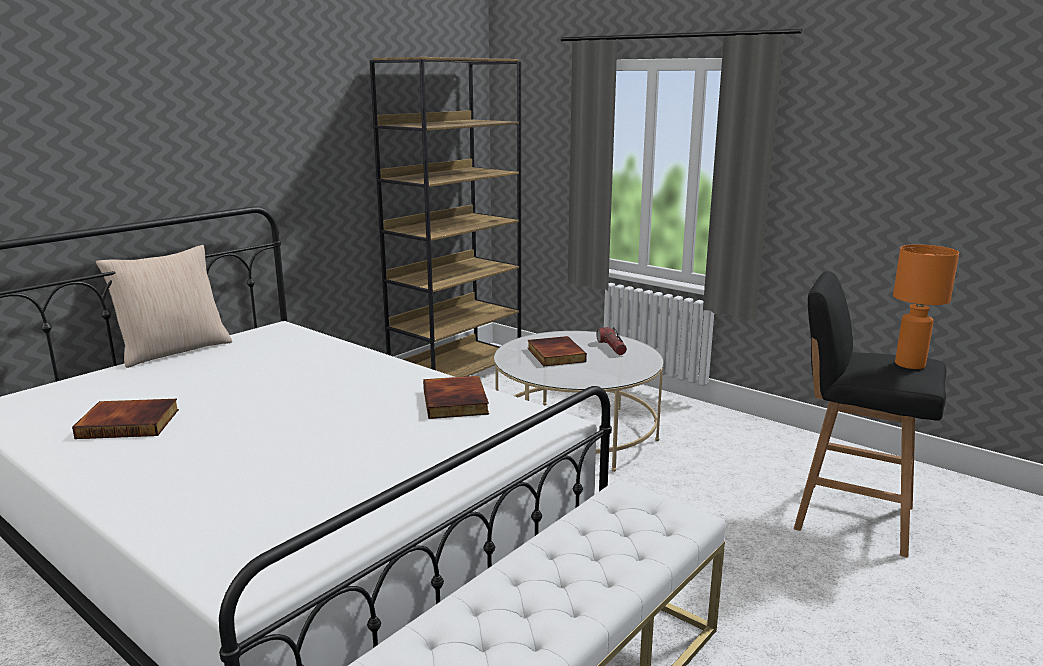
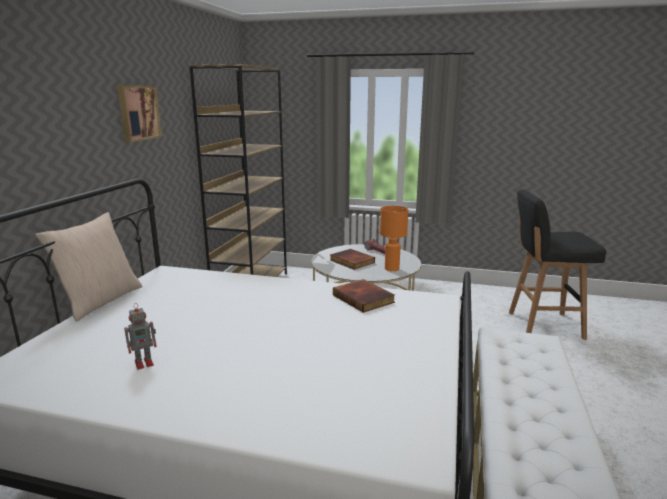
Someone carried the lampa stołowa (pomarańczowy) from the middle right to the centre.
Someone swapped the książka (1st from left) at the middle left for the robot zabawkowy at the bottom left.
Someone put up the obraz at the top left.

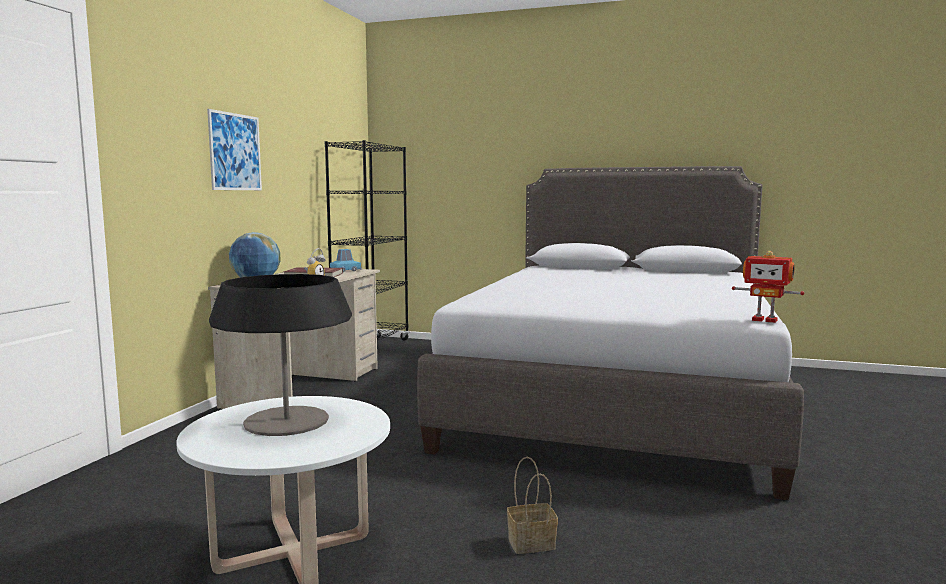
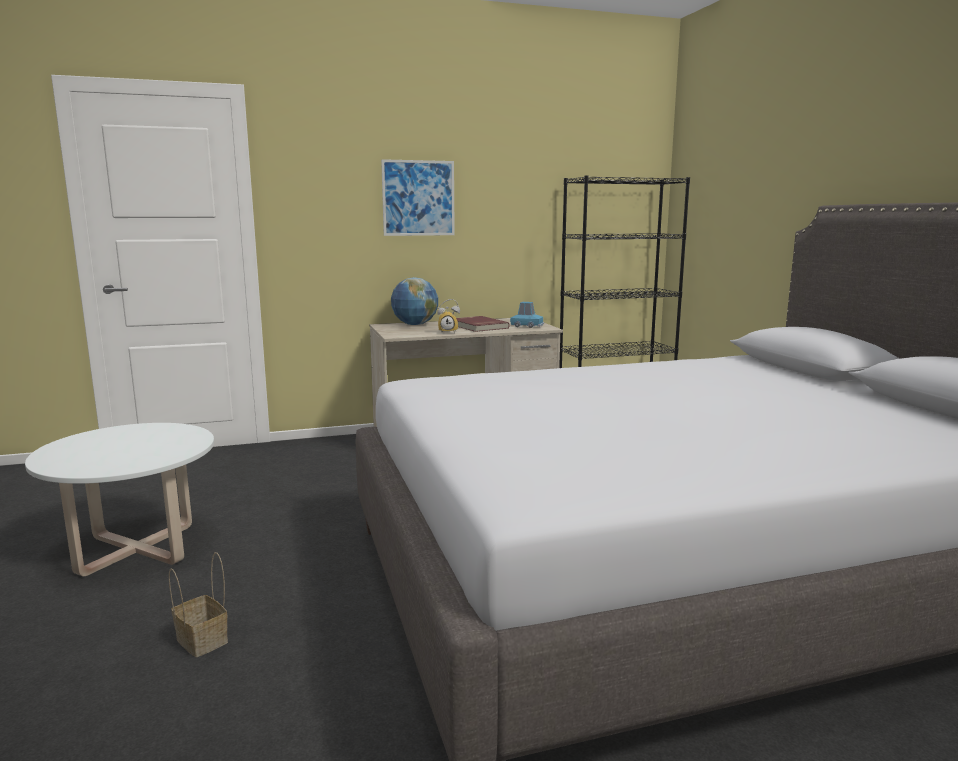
Someone took away the robot zabawkowy at the middle right.
Someone took away the lampa stołowa at the middle left.

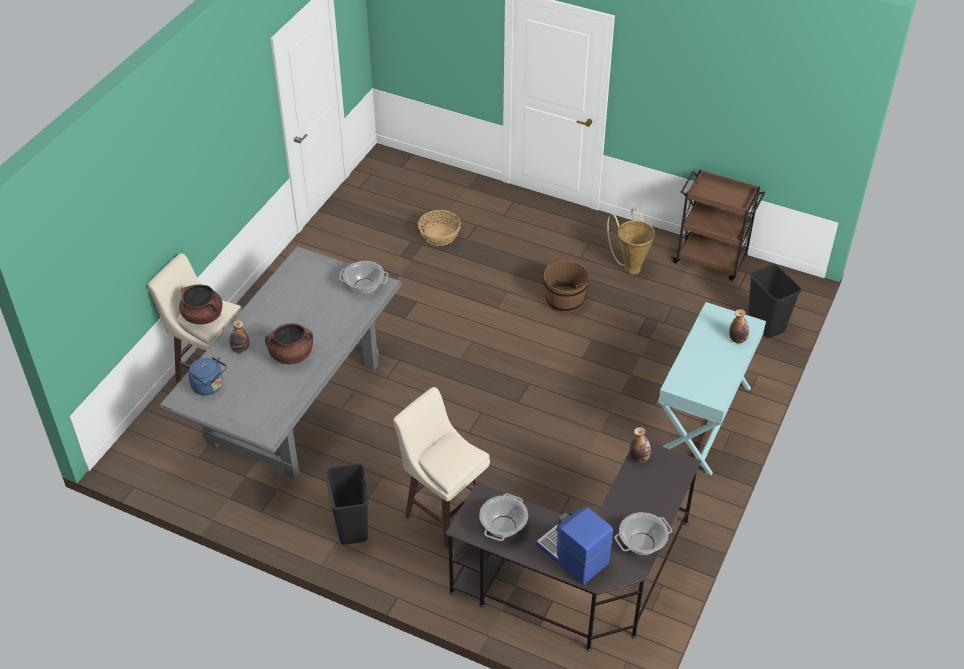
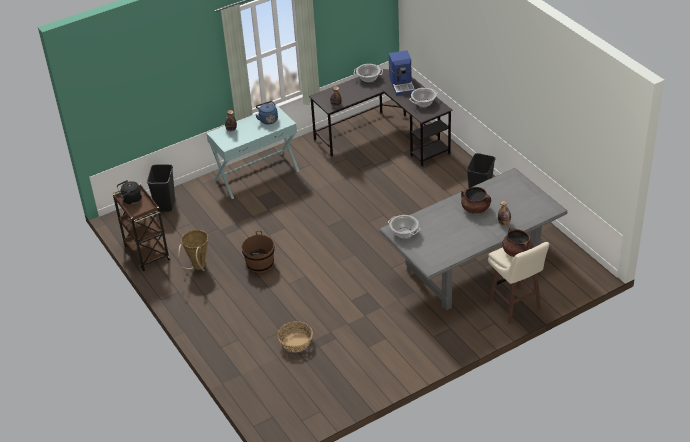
Someone carried the czajnik (niebieski) from the middle left to the top centre.
Someone took away the stołek (beżowy) (2nd from left) at the bottom centre.
Someone put down the czajnik (czarny) at the middle left.

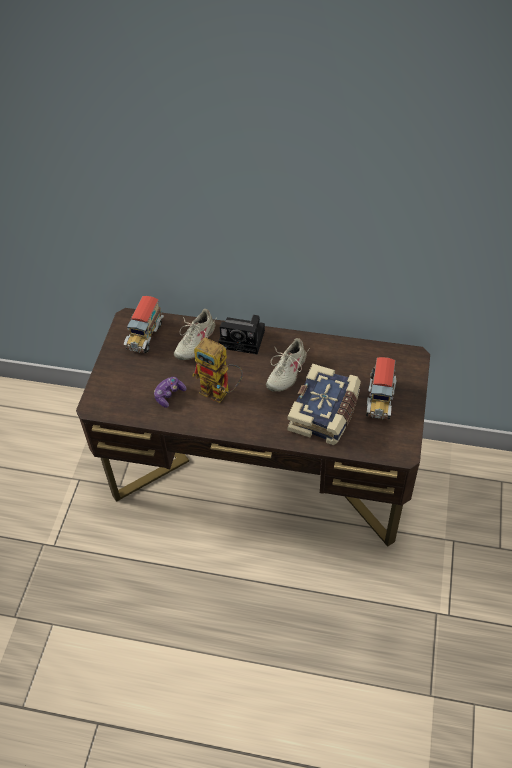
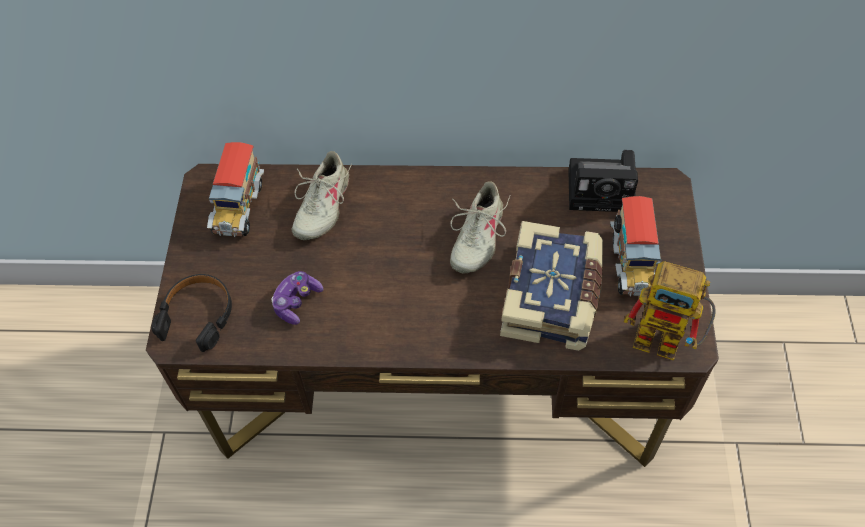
Someone carried the aparat fotograficzny from the centre to the middle right.
Someone carried the robot zabawkowy from the centre to the middle right.
Someone put down the słuchawki (czarny) at the middle left.

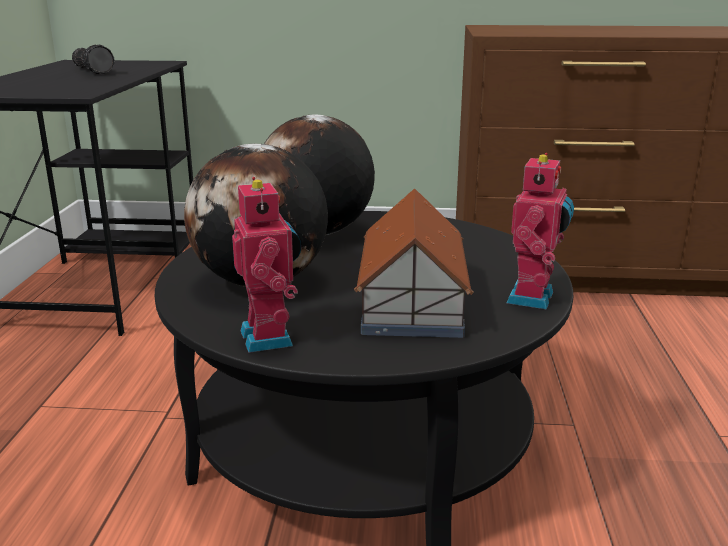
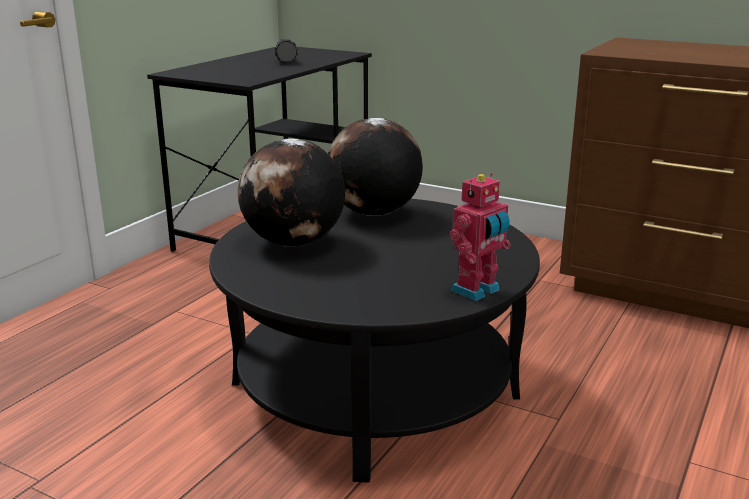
Someone took away the robot zabawkowy (1st from left) at the centre.
Someone took away the domek at the centre.

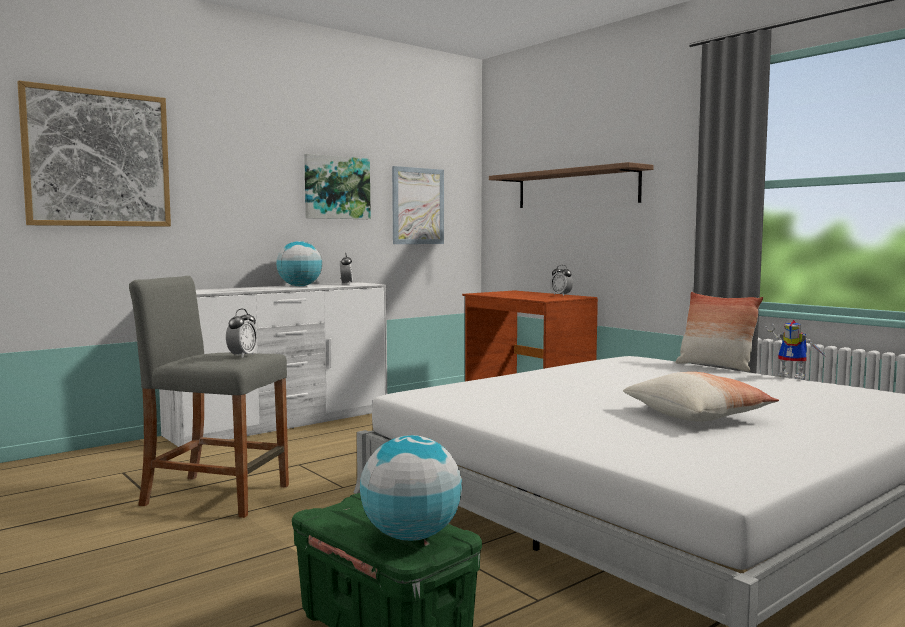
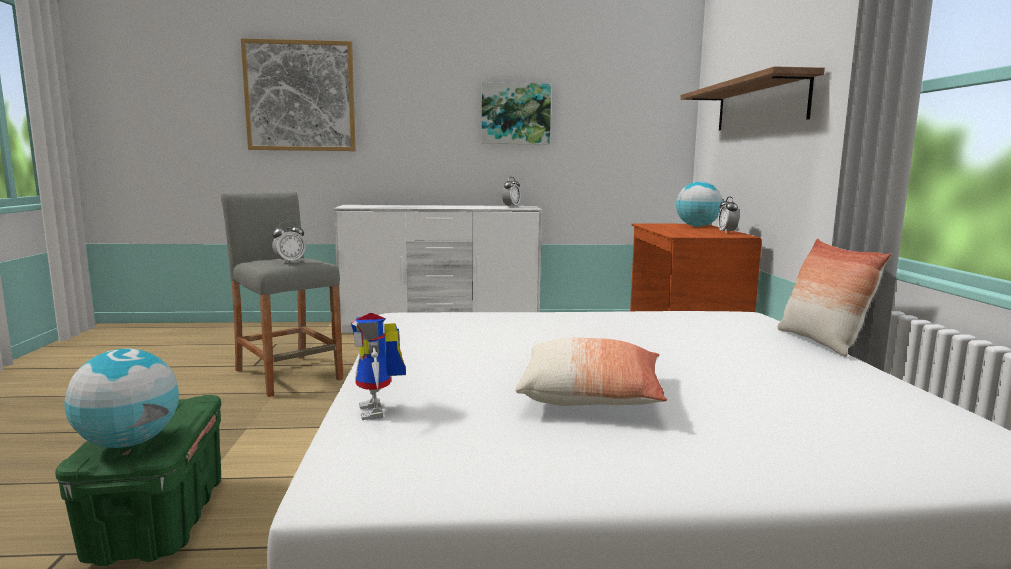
Someone took away the obraz (3rd from left) at the top centre.
Someone carried the globus (1st from left in the first image) from the middle left to the middle right.
Someone carried the robot zabawkowy from the middle right to the centre.

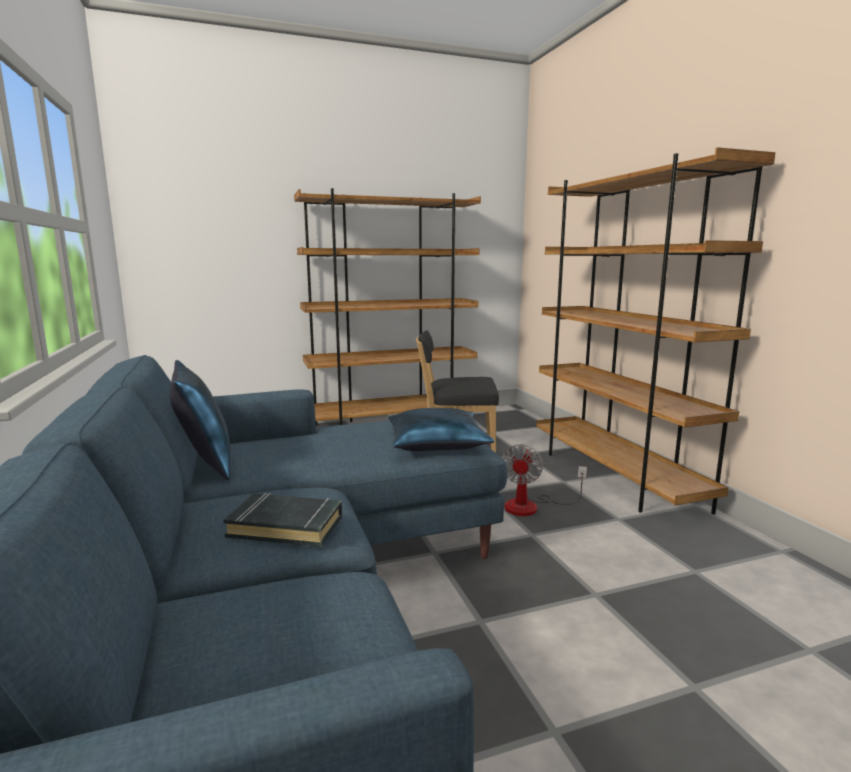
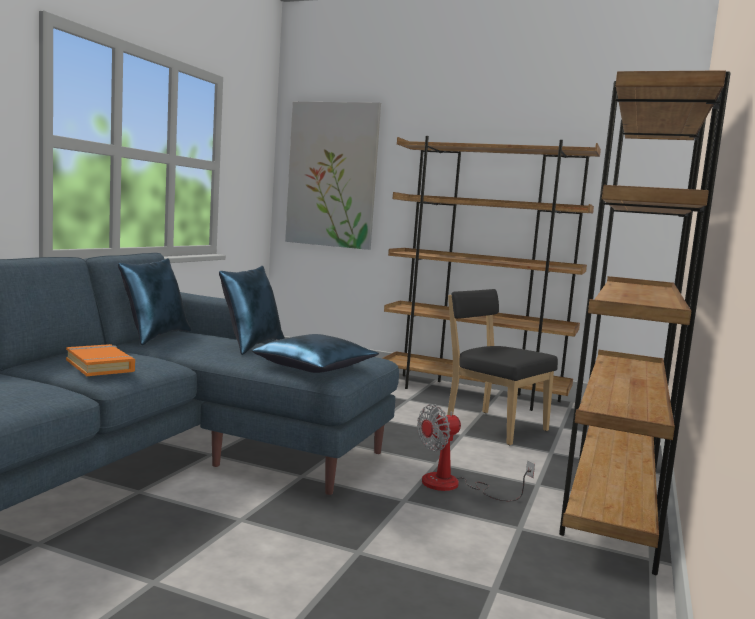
Someone repainted the książka (czarny) at the bottom left, which became the książka (pomarańczowy) at the middle left.
Someone put up the obraz at the top centre.
Someone put down the poduszka (niebieski) (2nd from left) at the centre.

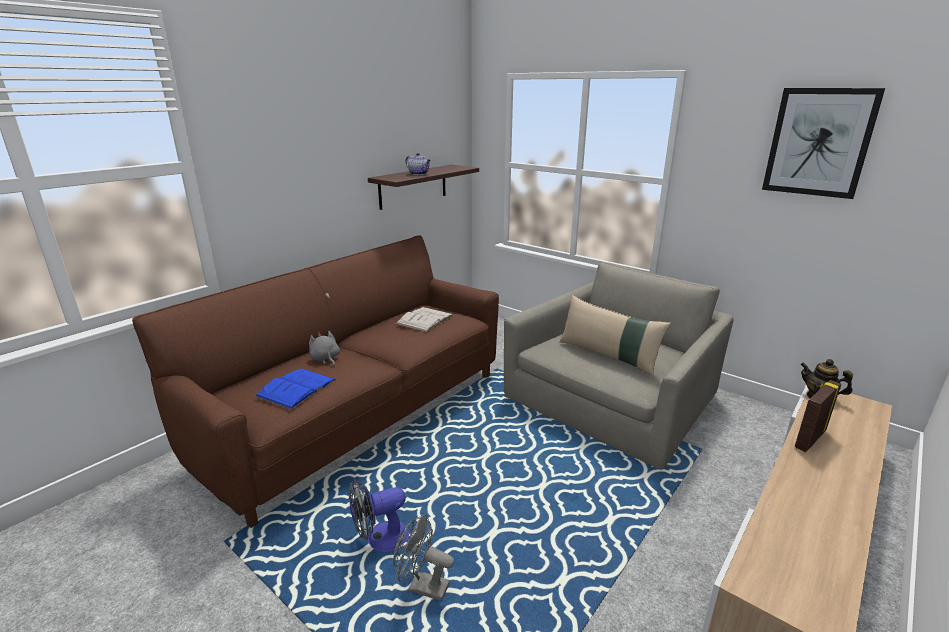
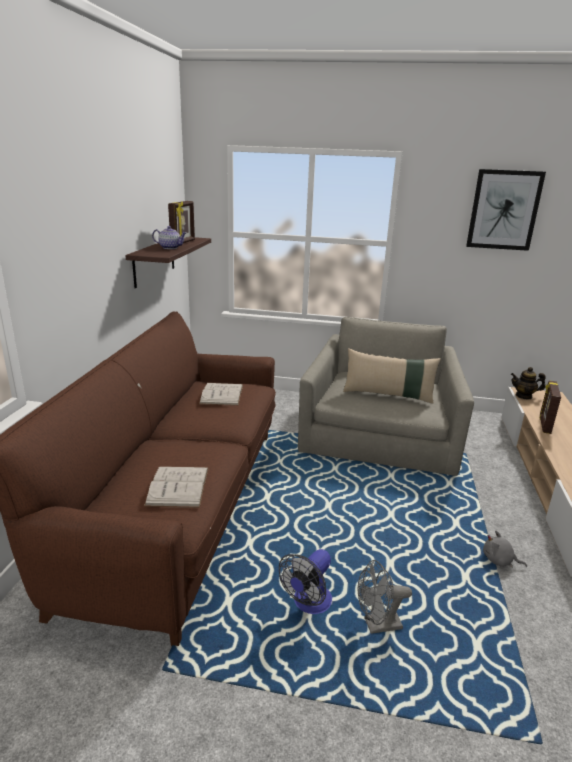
Someone carried the pluszak (szary) from the centre to the bottom right.
Someone repainted the książka (niebieski) at the middle left, which became the książka (biały) (1st from left) at the middle left.
Someone put down the ramka na zdjęcie (1st from left) at the top left.

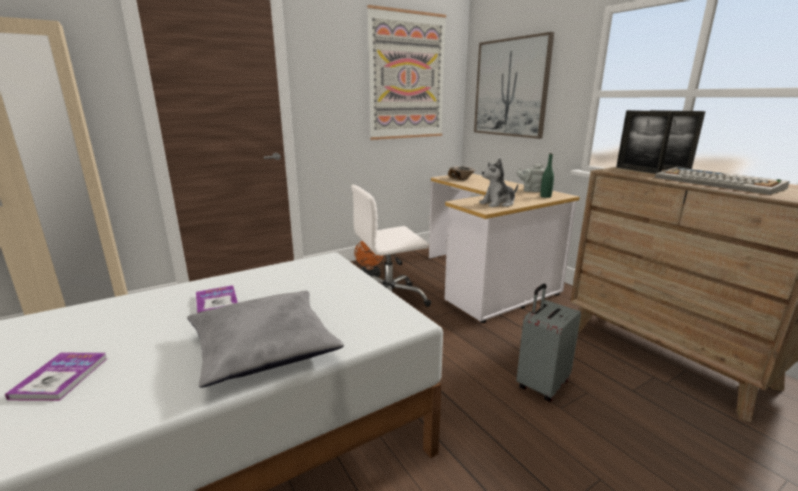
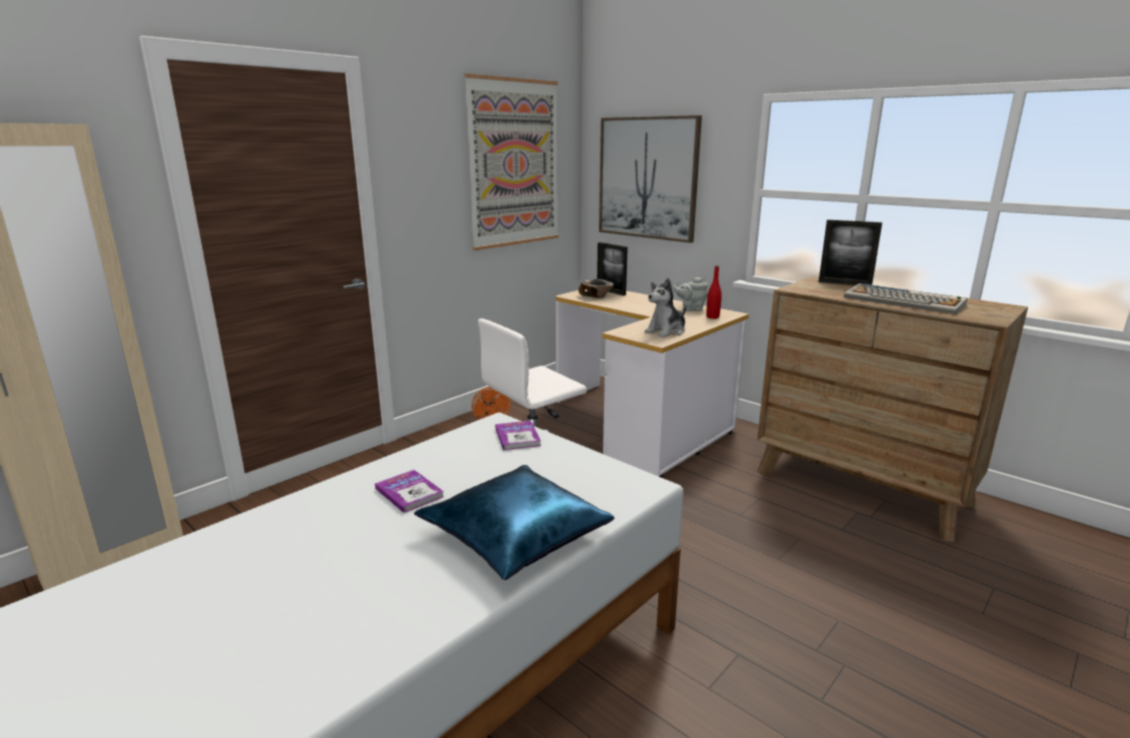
Someone carried the ramka na zdjęcie (1st from left) from the top right to the centre.
Someone repainted the butelka (zielony) at the middle right, which became the butelka (czerwony) at the centre.
Someone took away the walizka (szary) at the bottom right.
Someone repainted the poduszka (szary) at the bottom left, which became the poduszka (niebieski) at the bottom centre.
Someone carried the książka (1st from left in the first image) from the bottom left to the centre.

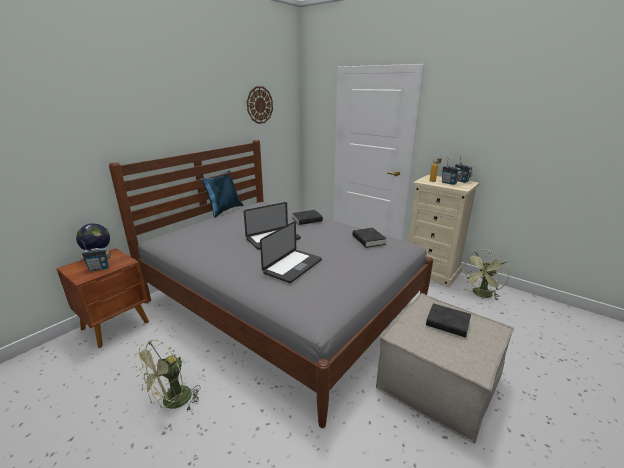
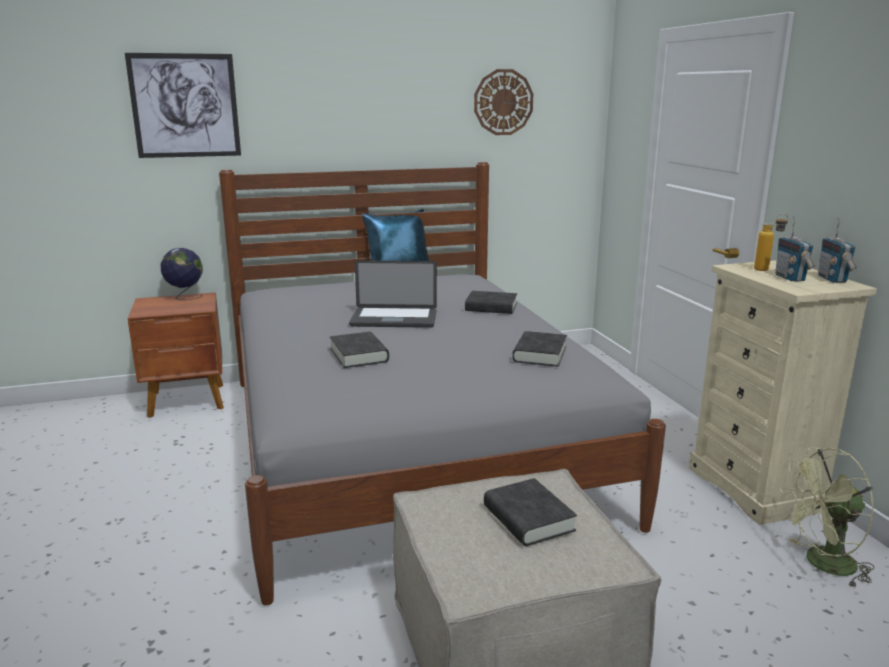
Someone swapped the laptop (2nd from left) at the centre for the książka (czarny) (1st from left) at the centre.
Someone took away the radio (1st from left) at the middle left.
Someone took away the wentylator (zielony) (1st from left) at the bottom left.
Someone put up the obraz at the top left.

